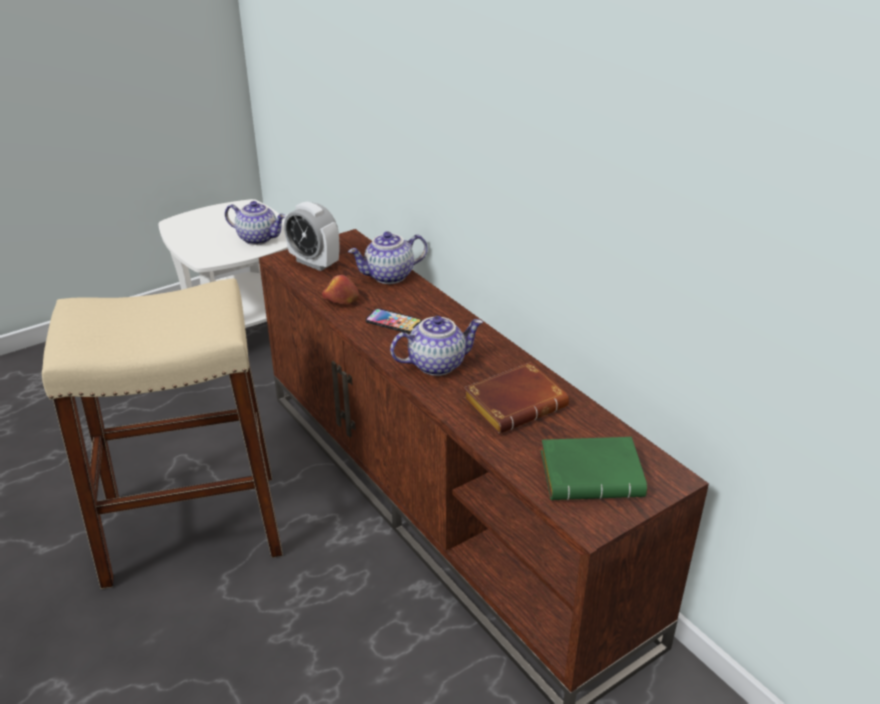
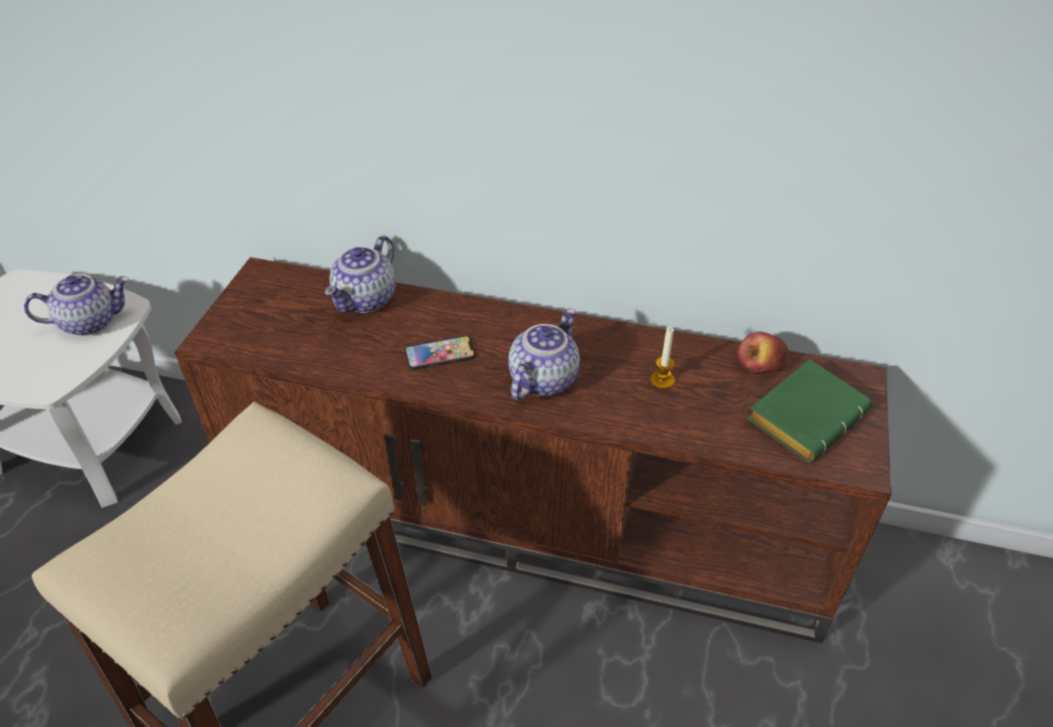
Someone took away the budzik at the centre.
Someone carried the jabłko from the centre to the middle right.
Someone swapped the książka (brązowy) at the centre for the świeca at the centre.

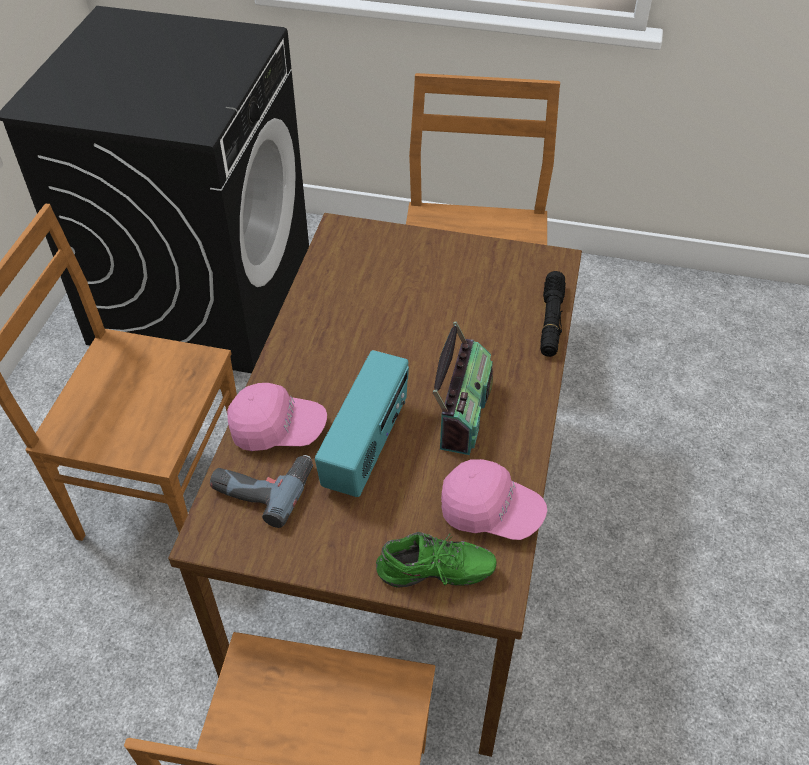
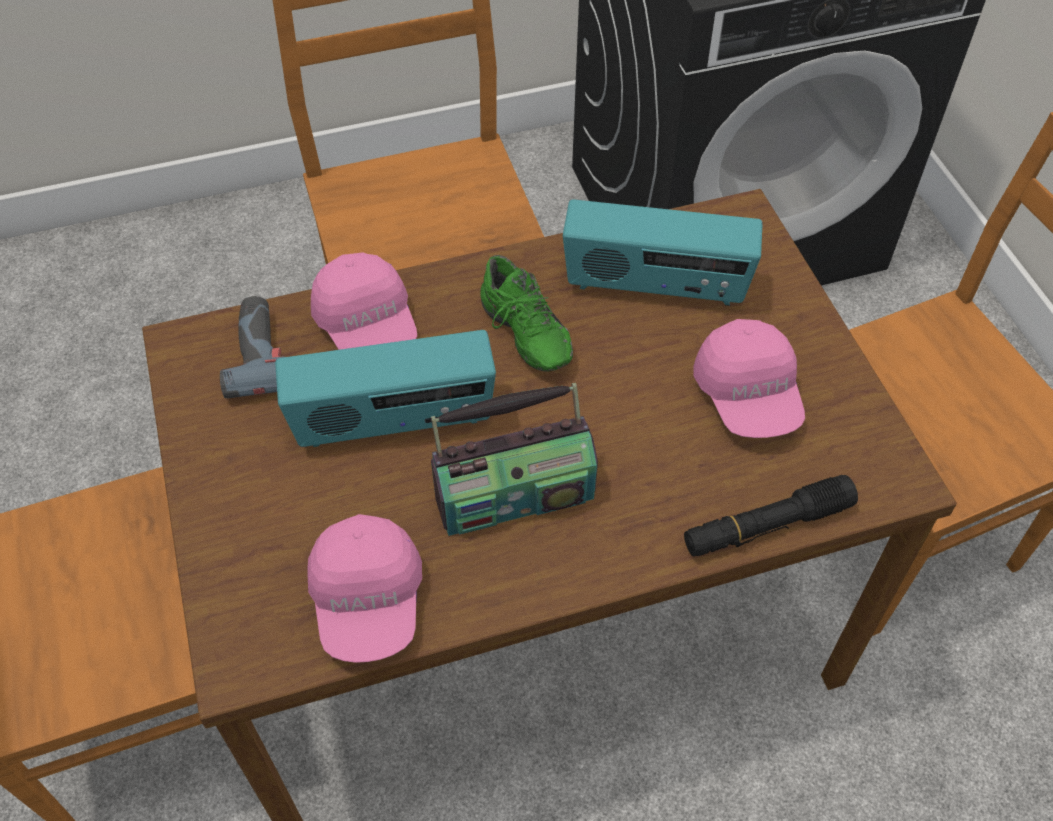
Someone carried the but (zielony) from the bottom centre to the centre.
Someone put down the radio (3rd from left) at the top centre.
Someone put down the czapka z daszkiem (różowy) (3rd from left) at the middle right.

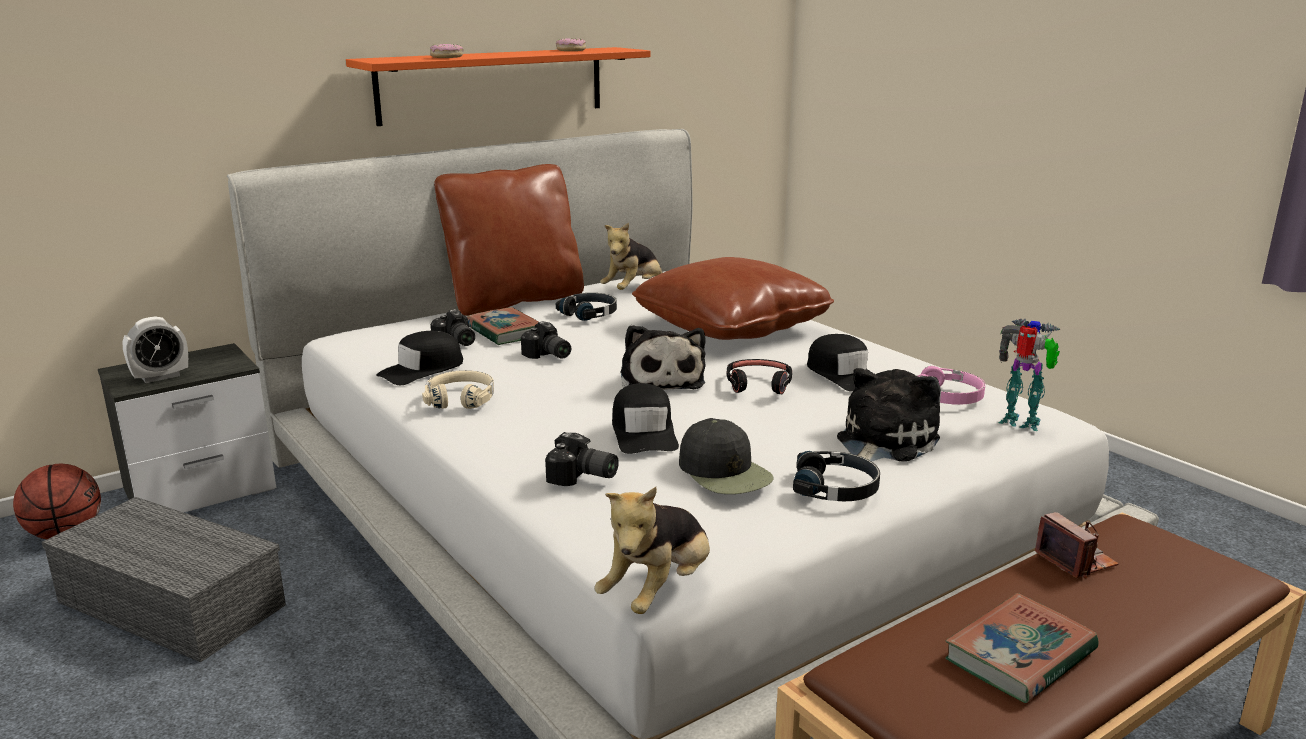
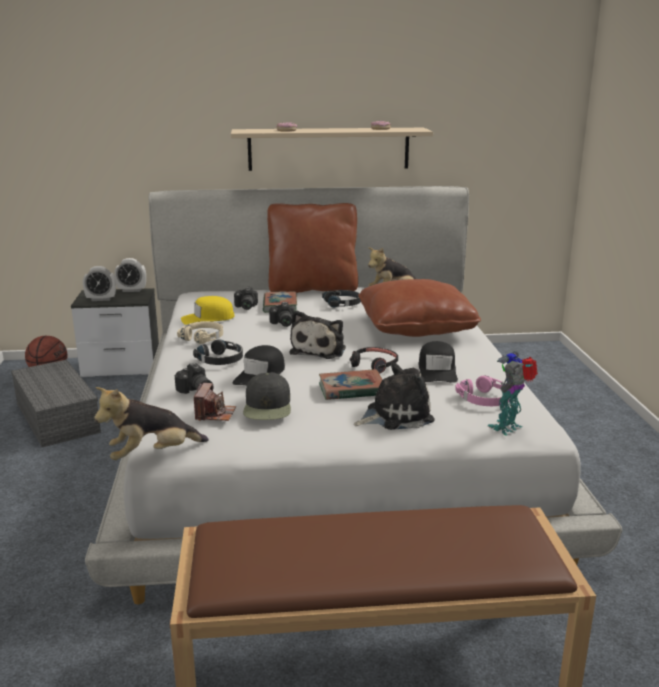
Someone repainted the półka (pomarańczowy) at the top centre, which became the półka (beżowy) at the top centre.
Someone rotated the robot zabawkowy at the middle right by 105 degrees counterclockwise.
Someone repainted the czapka z daszkiem (czarny) (1st from left) at the middle left, which became the czapka z daszkiem (żółty) at the middle left.
Someone carried the słuchawki (czarny) (3rd from left in the first image) from the centre to the middle left.
Someone carried the aparat fotograficzny (4th from left in the first image) from the bottom right to the middle left.
Someone carried the książka (2nd from left) from the bottom right to the centre.
Someone put down the budzik (2nd from left) at the middle left.

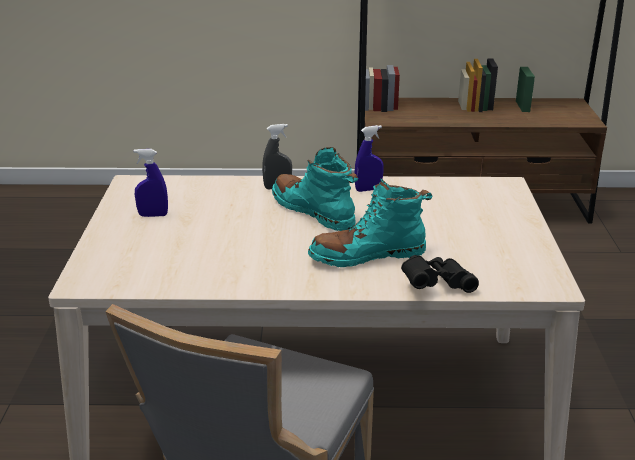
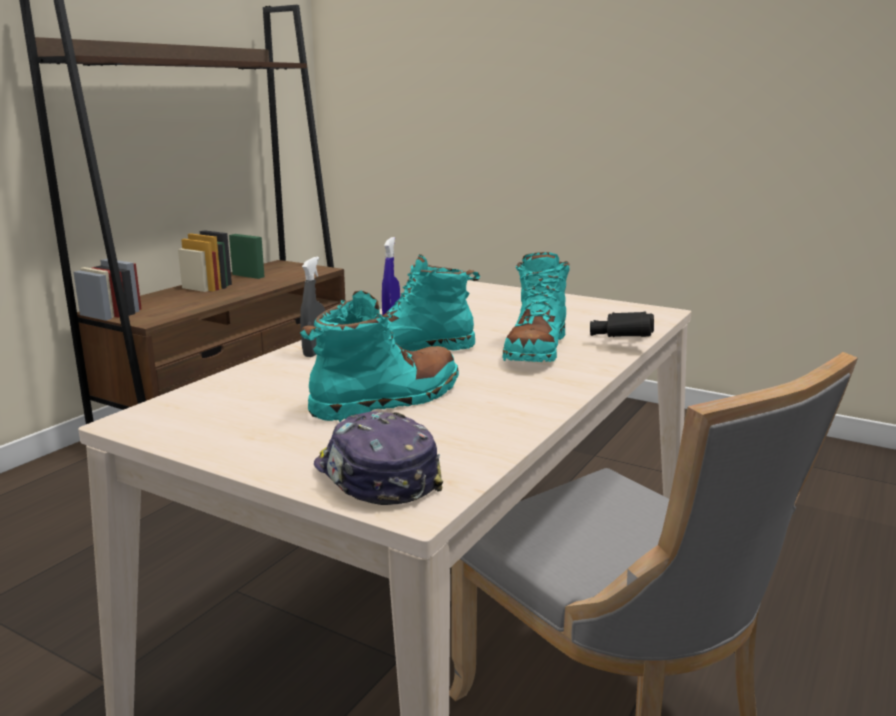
Someone took away the spryskiwacz (niebieski) (1st from left) at the middle left.
Someone put down the but z cholewką (turkusowy) (1st from left) at the centre.
Someone put down the czapka z daszkiem at the centre.

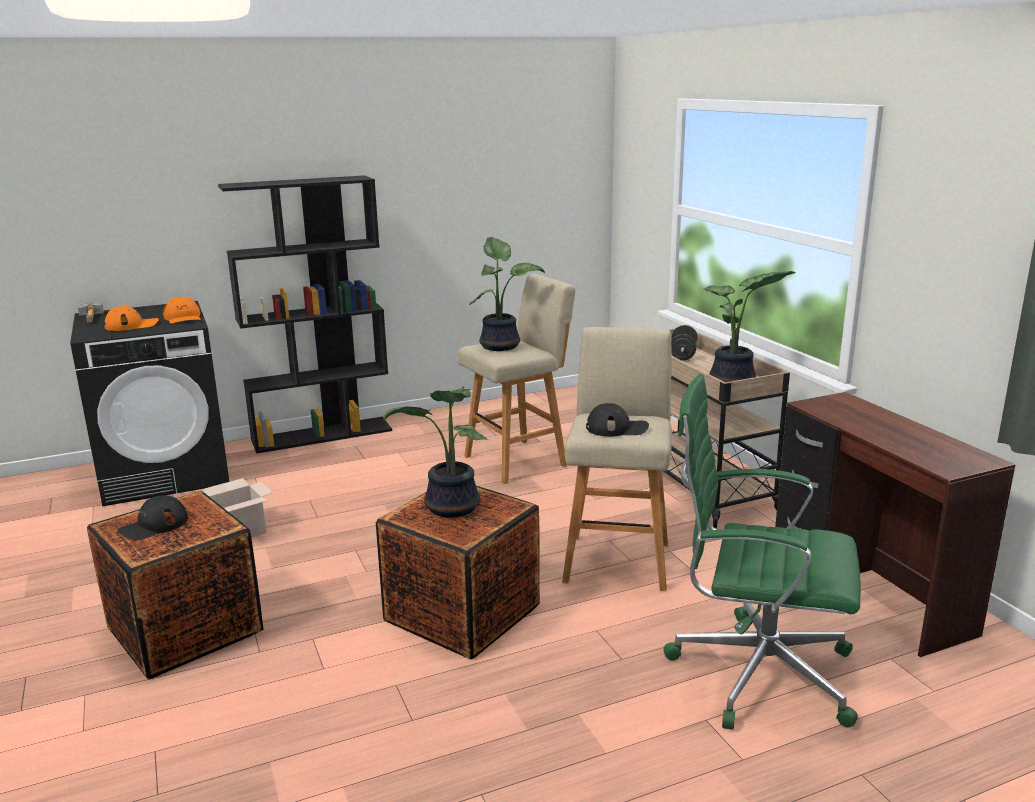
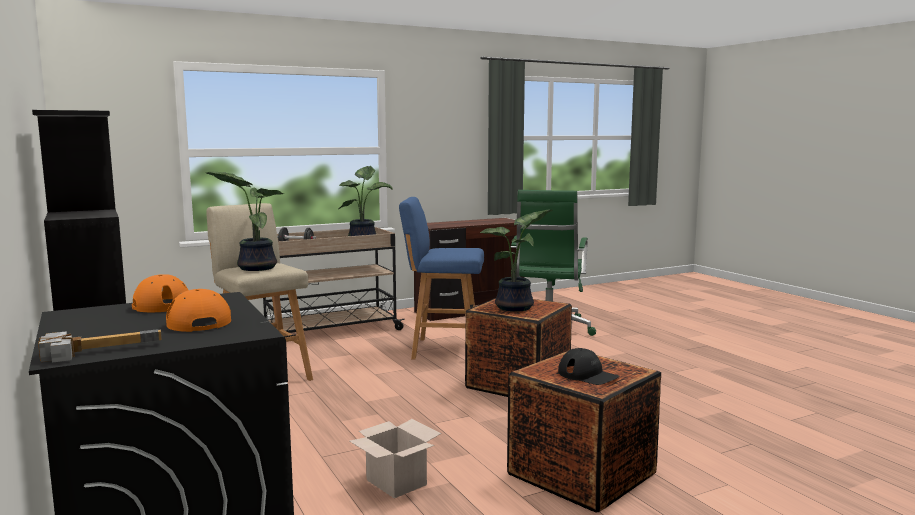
Someone repainted the stołek (beżowy) (2nd from left) at the centre, which became the stołek (niebieski) at the centre.
Someone took away the czapka z daszkiem (czarny) (2nd from left) at the centre.

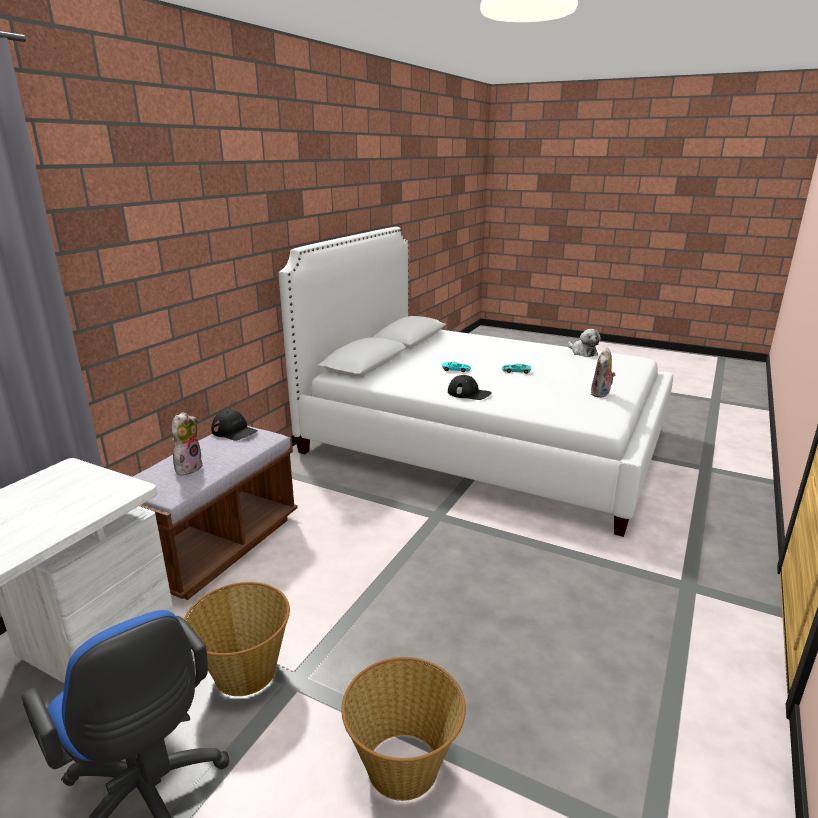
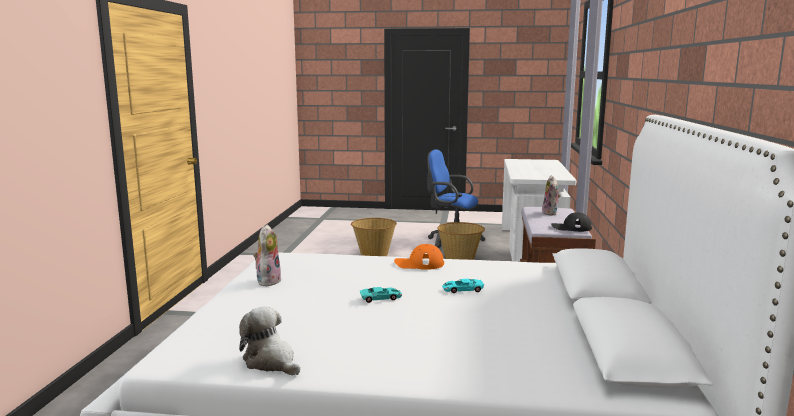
Someone repainted the czapka z daszkiem (czarny) (2nd from left) at the centre, which became the czapka z daszkiem (pomarańczowy) at the centre.

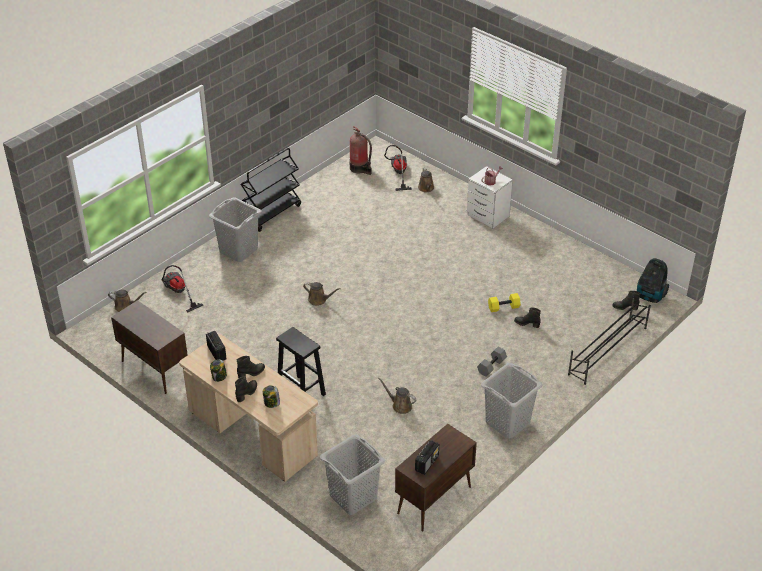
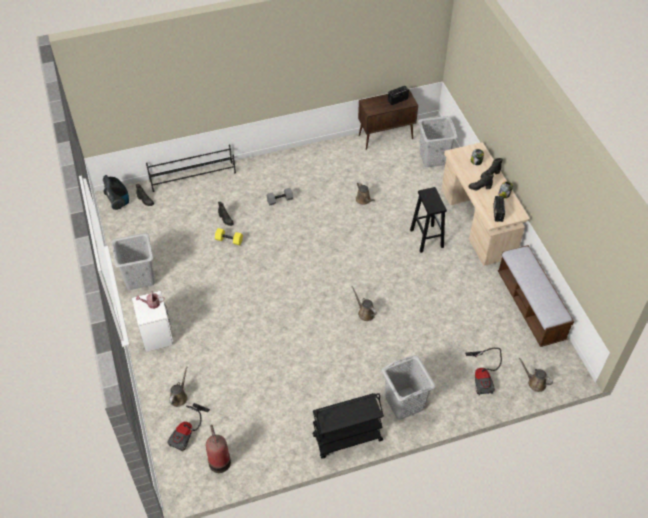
Someone swapped the szafka (brązowy) (1st from left) at the middle left for the ławka at the middle right.
Someone carried the kosz na pranie (szary) (3rd from left in the first image) from the bottom right to the middle left.

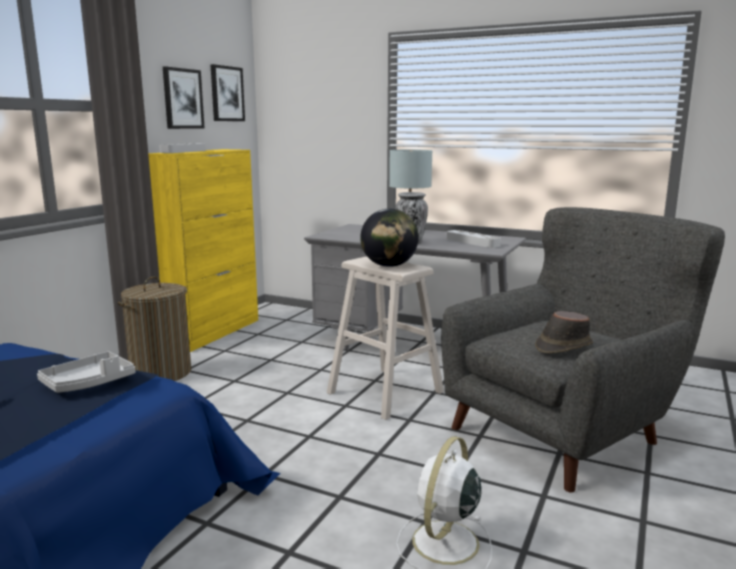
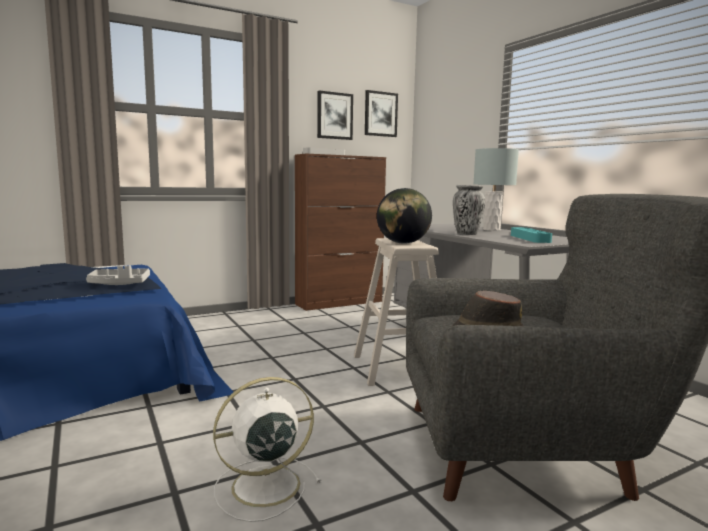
Someone repainted the szafka (żółty) at the middle left, which became the szafka (brązowy) at the centre.
Someone repainted the taca (szary) (3rd from left) at the centre, which became the taca (turkusowy) at the middle right.
Someone took away the kosz na pranie at the middle left.

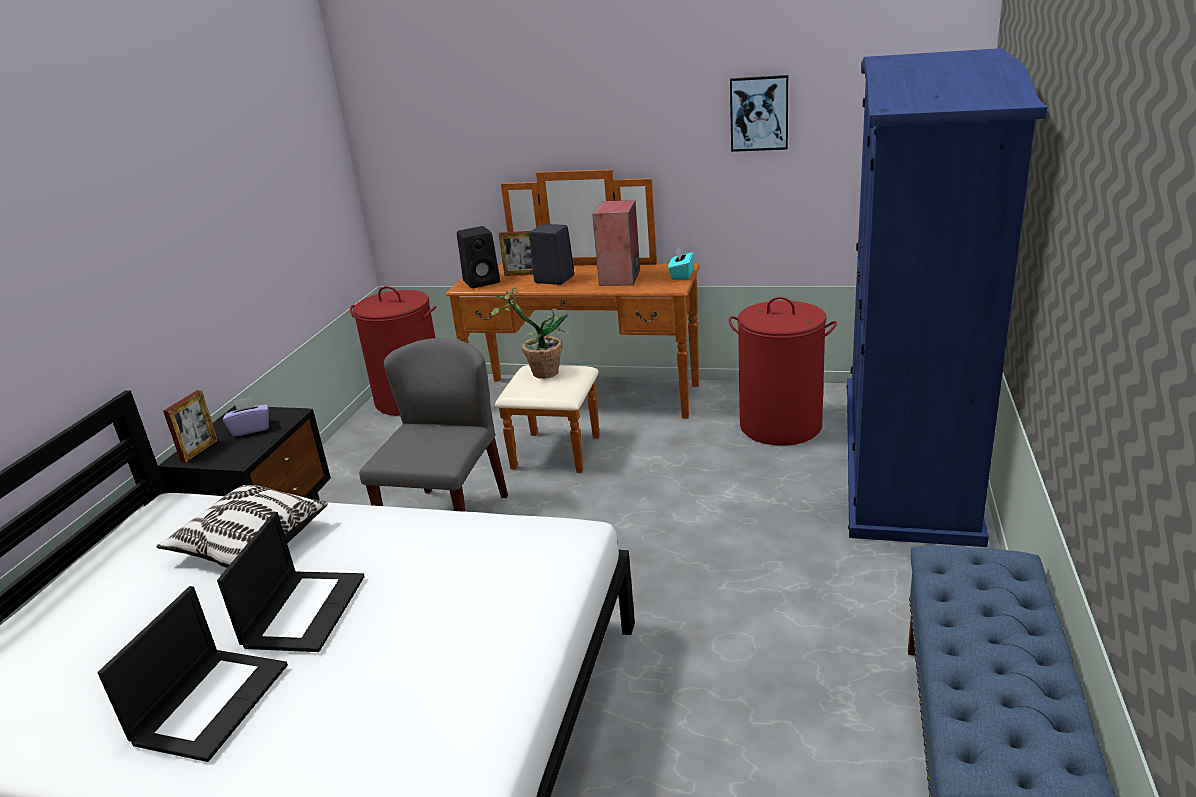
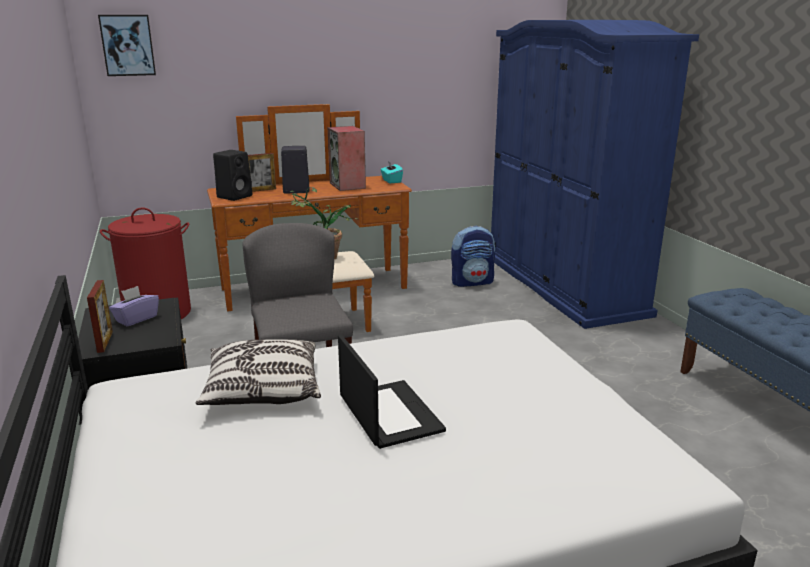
Someone carried the obraz from the top centre to the top left.
Someone swapped the kosz na pranie (czerwony) (2nd from left) at the centre for the plecak at the centre.
Someone took away the laptop (1st from left) at the bottom left.

